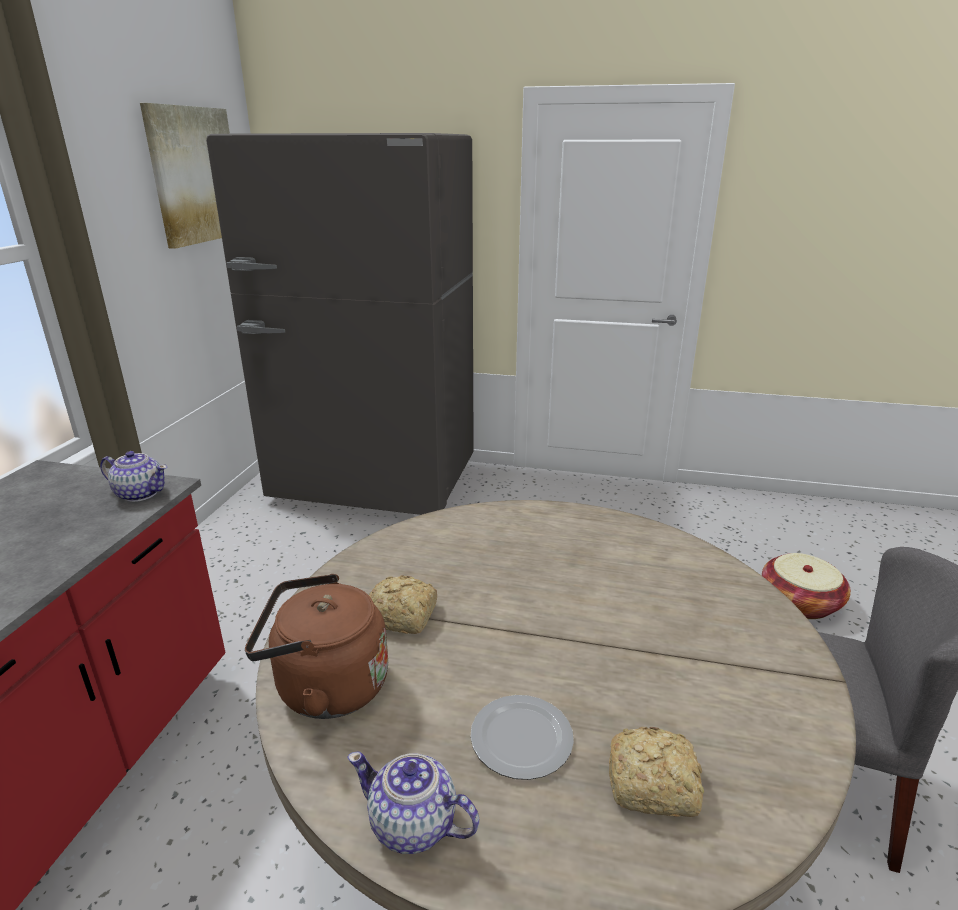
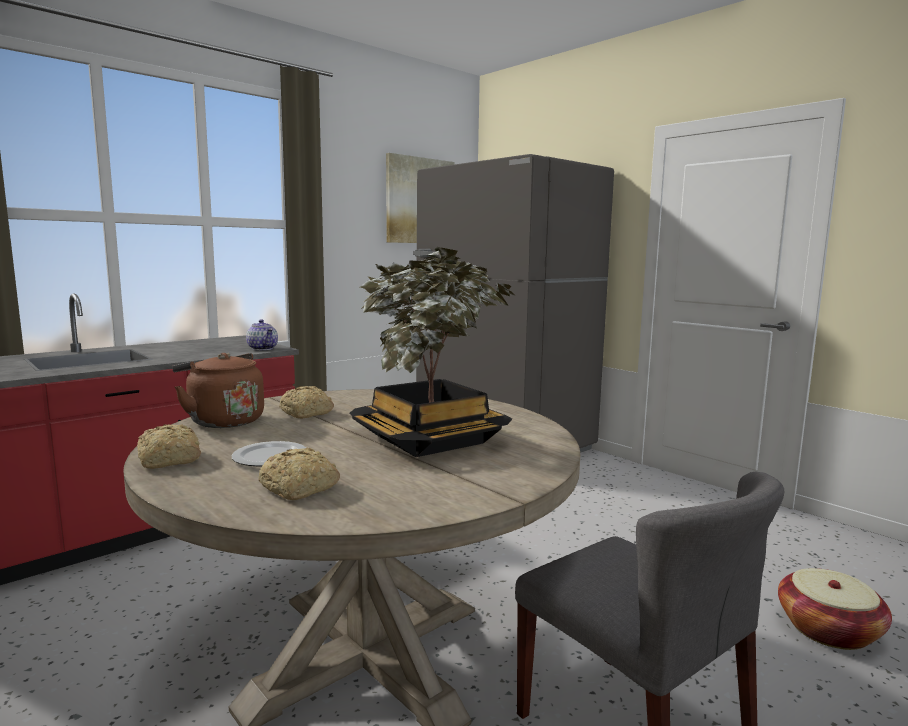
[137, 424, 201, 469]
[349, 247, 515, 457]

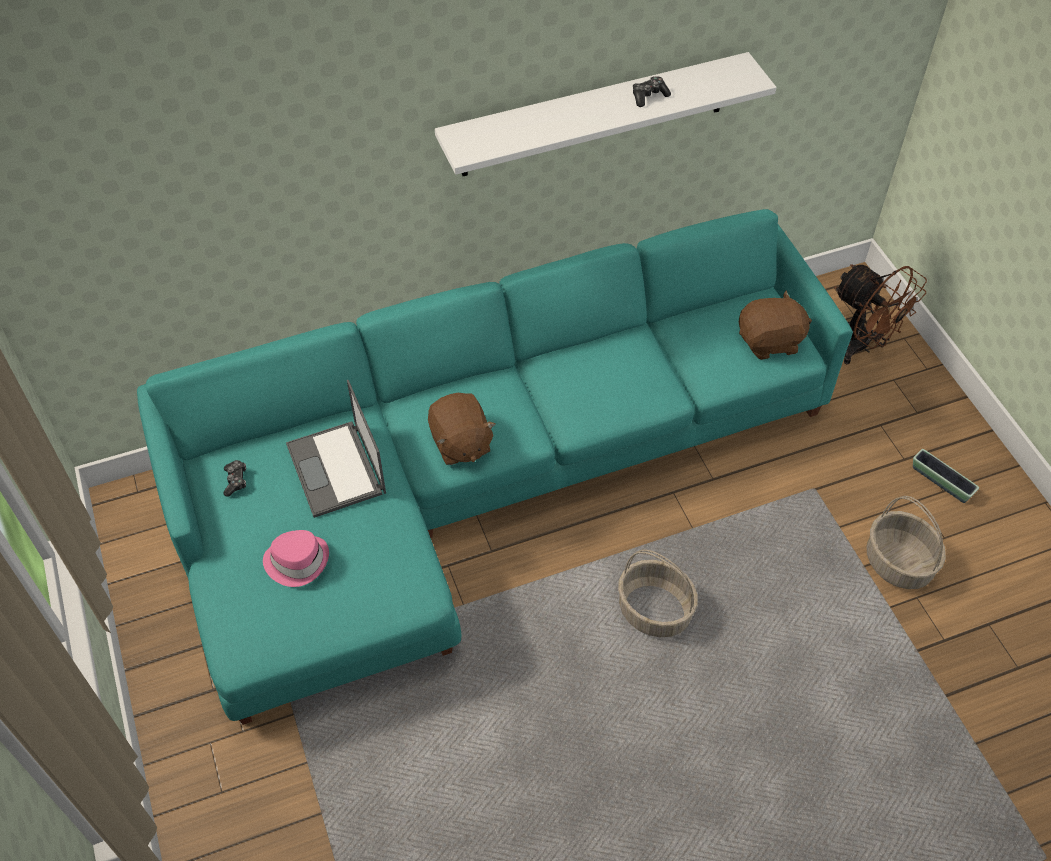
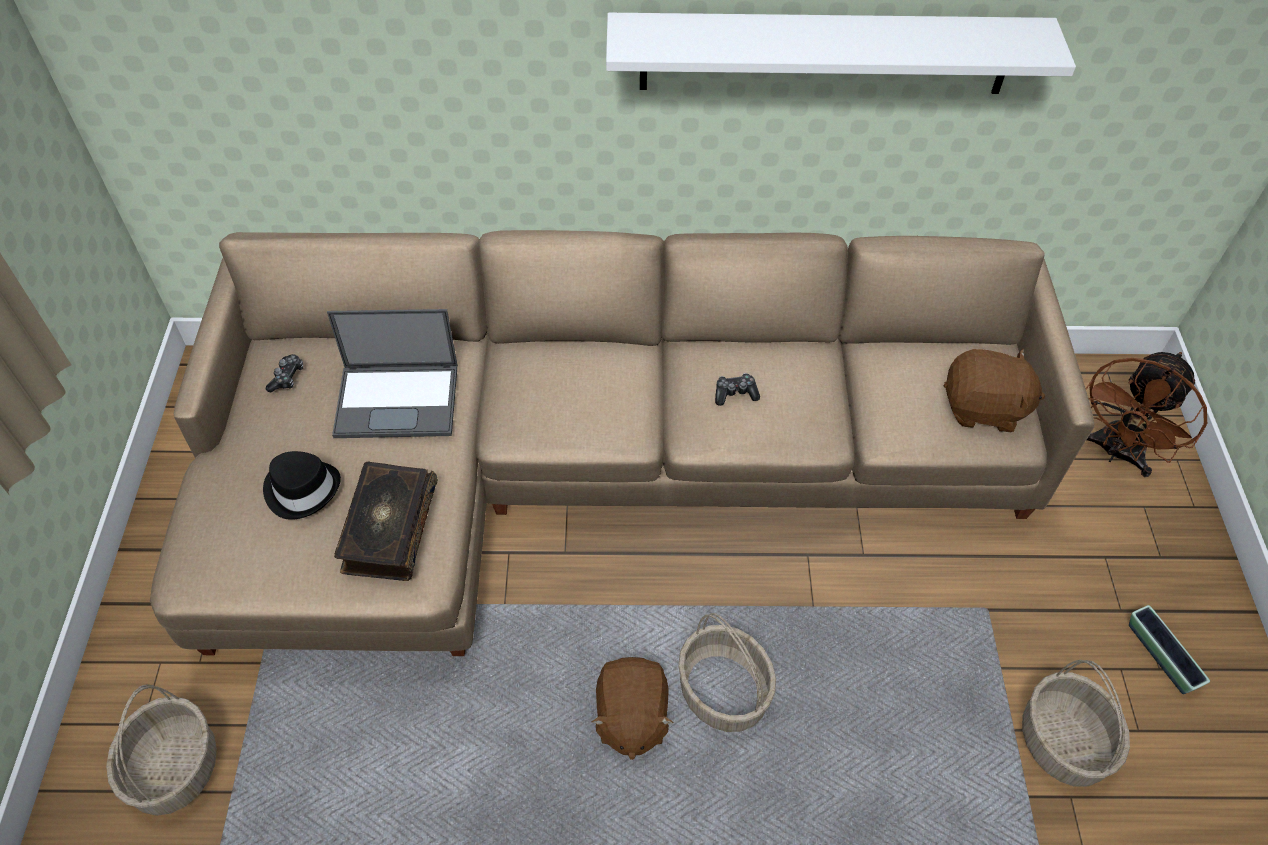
[715, 373, 760, 406]
[150, 230, 1095, 656]
[1086, 352, 1207, 477]
[327, 309, 458, 438]
[591, 657, 673, 760]
[263, 451, 341, 520]
[334, 462, 438, 581]
[106, 684, 217, 816]

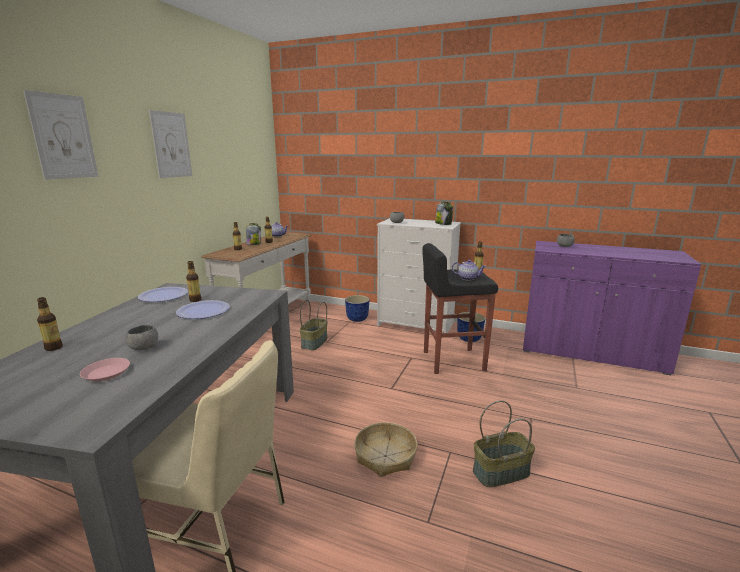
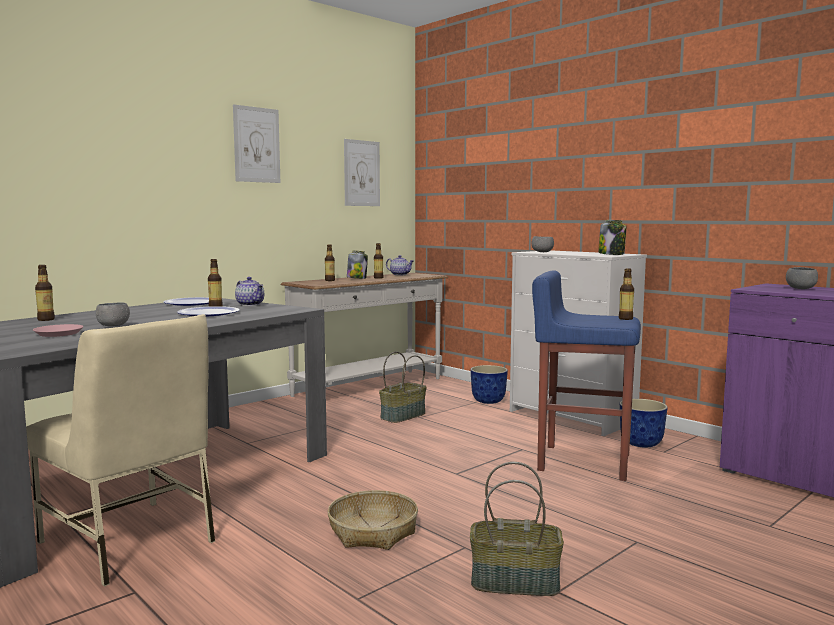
[344, 139, 380, 206]
[532, 270, 641, 481]
[235, 277, 264, 306]

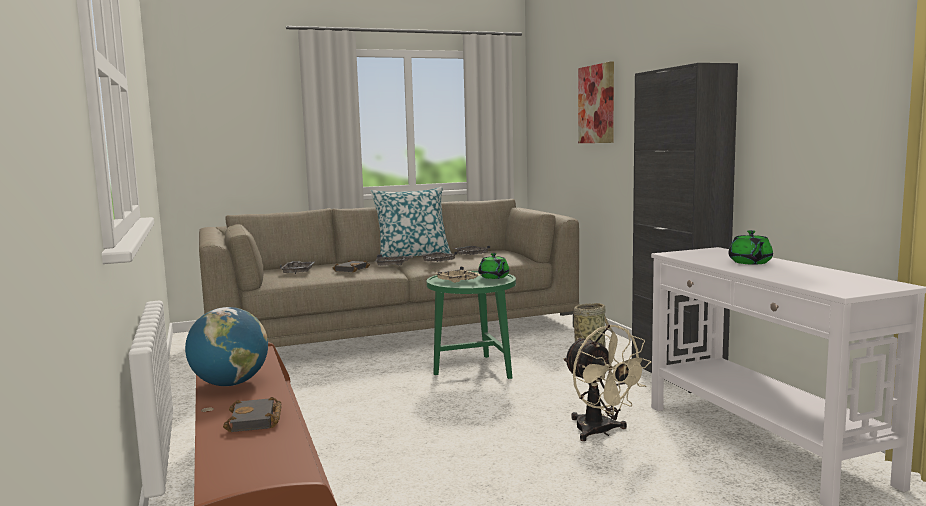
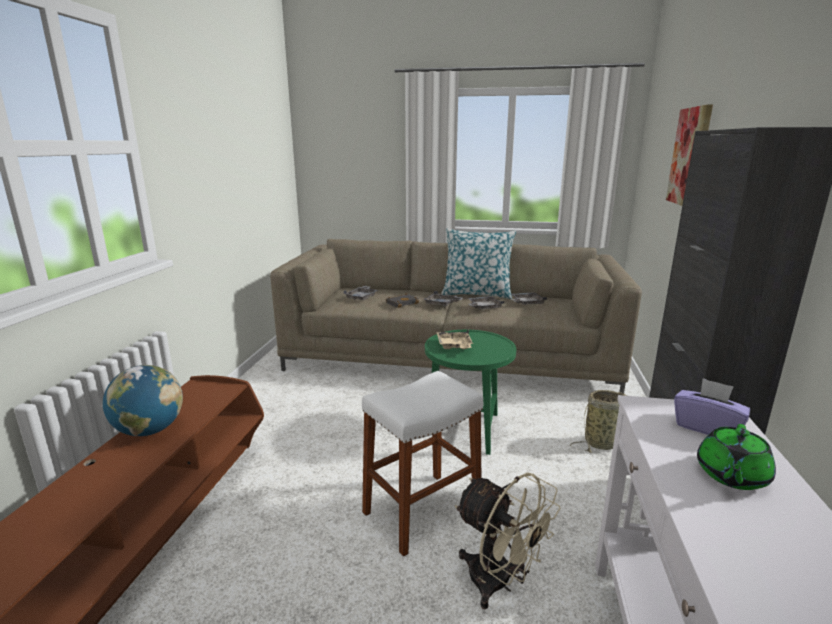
[478, 253, 509, 279] (first image)
[455, 473, 561, 610]
[223, 397, 282, 432] (first image)
[362, 371, 483, 557]
[674, 378, 750, 435]

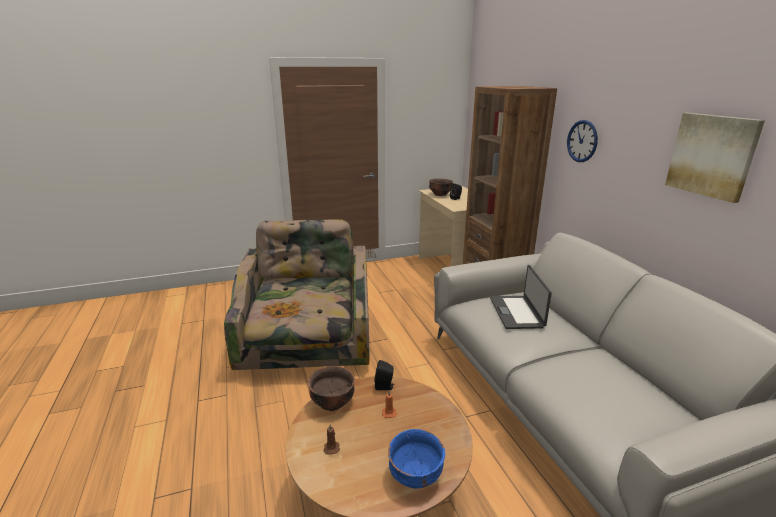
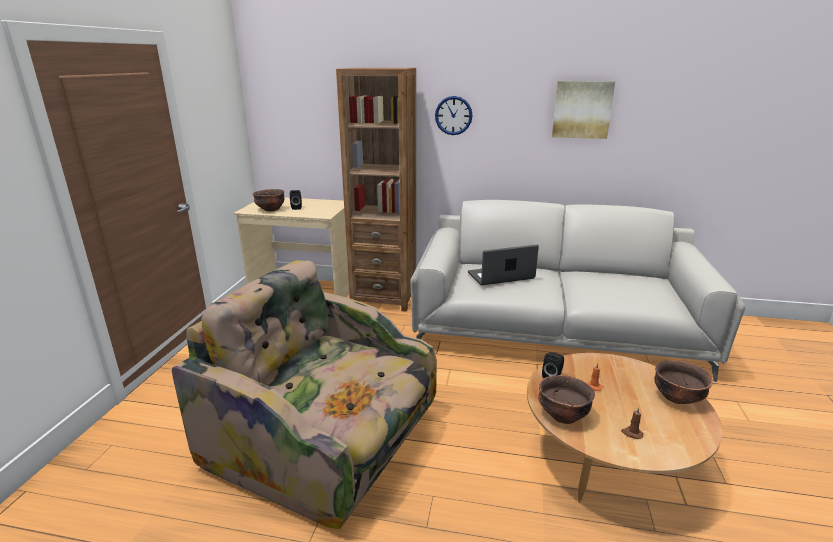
[468, 245, 539, 286]
[654, 360, 713, 404]

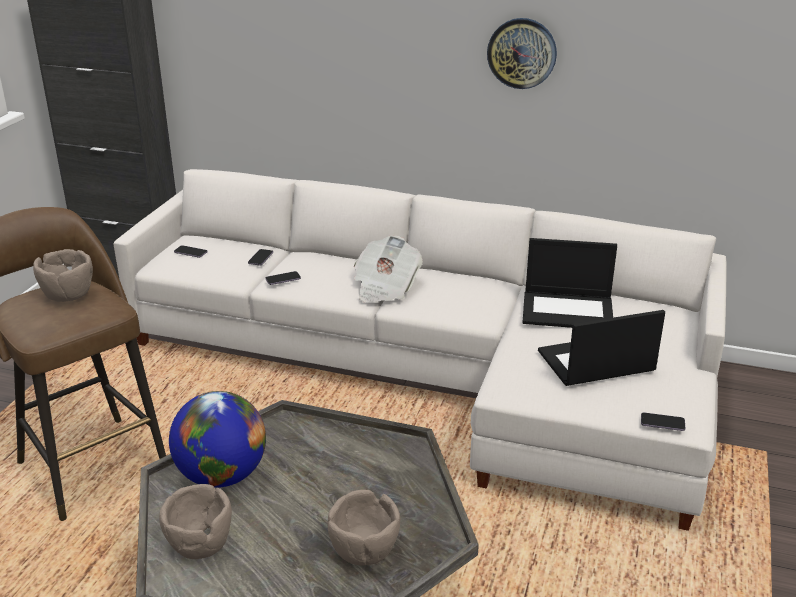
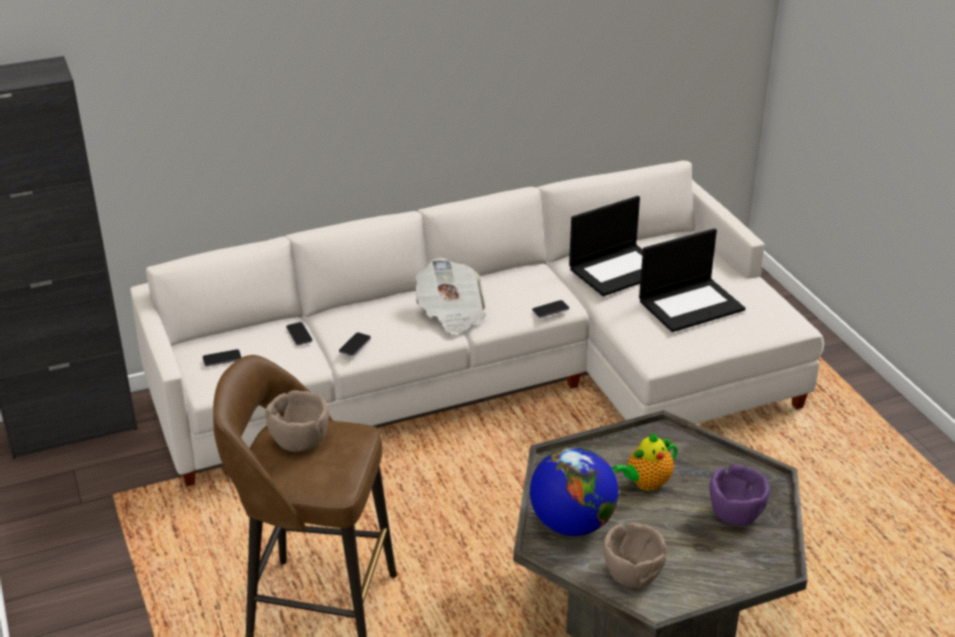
[487, 18, 557, 89] (first image)
[639, 228, 745, 332]
[532, 300, 569, 318]
[710, 464, 770, 526]
[612, 433, 677, 491]

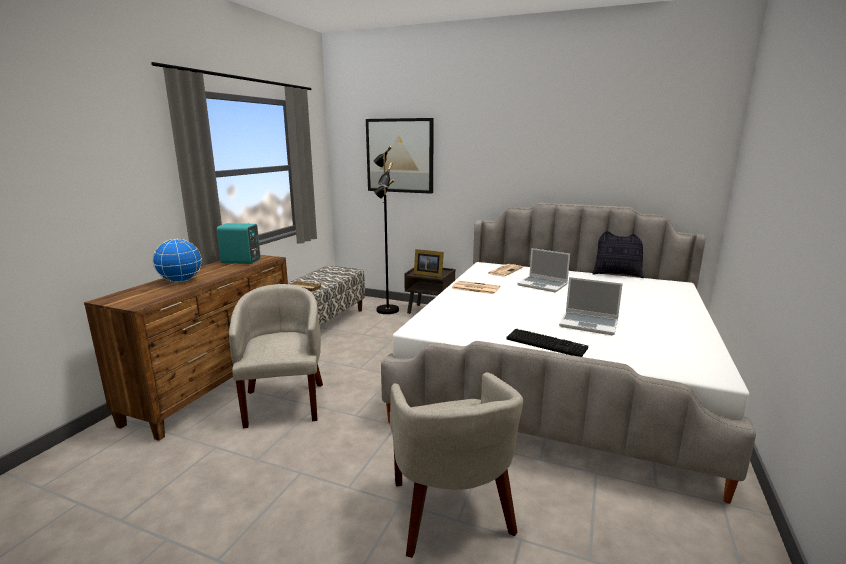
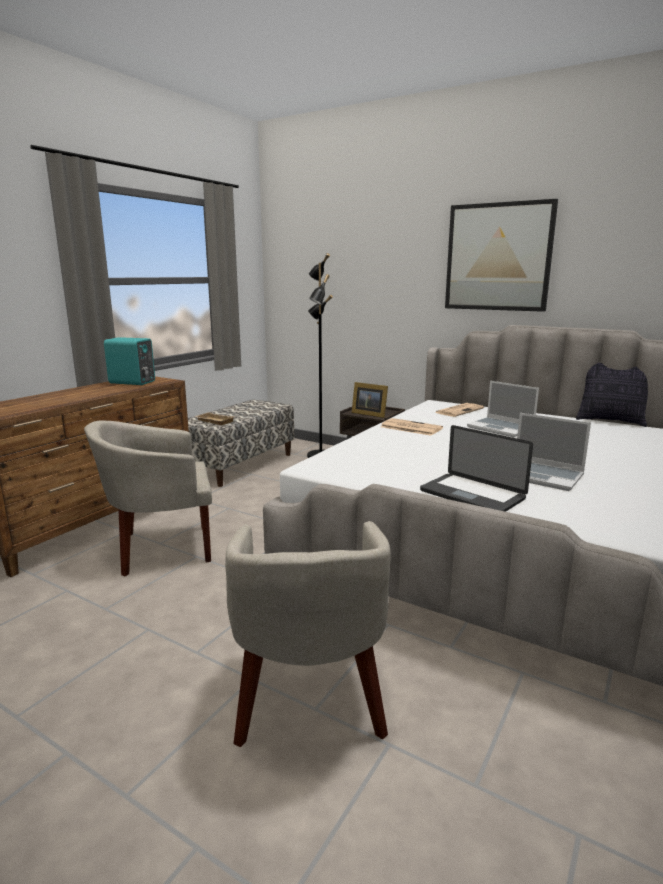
[445, 199, 558, 312]
[153, 239, 202, 282] (first image)
[84, 421, 212, 577]
[420, 425, 533, 512]

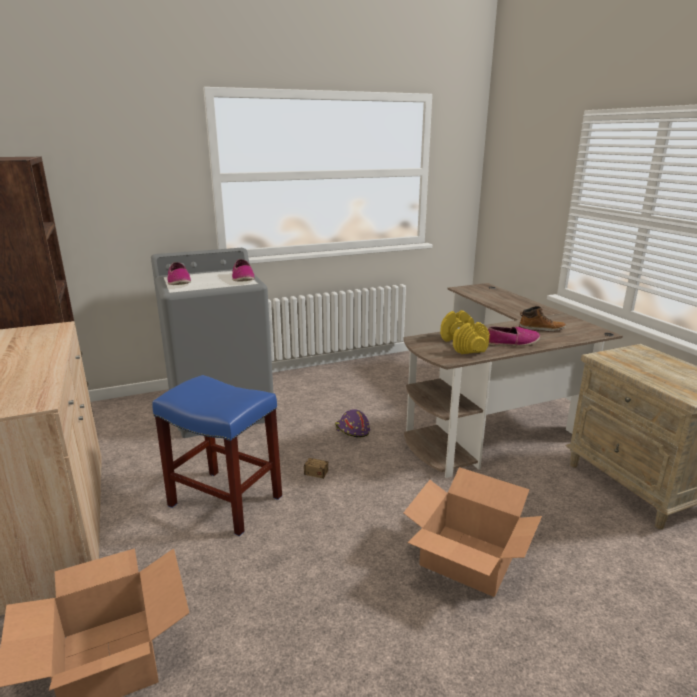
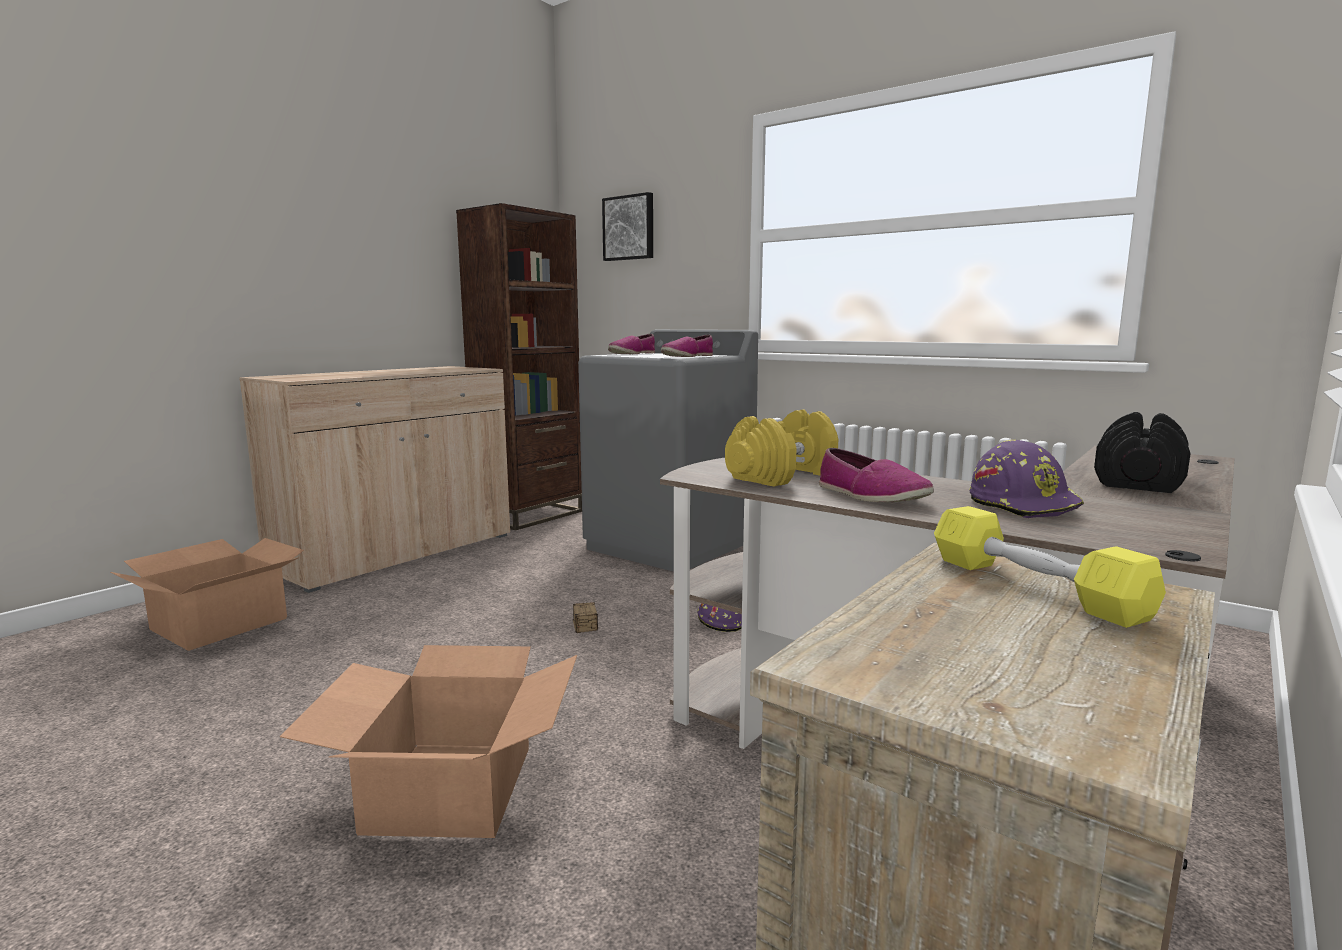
[969, 440, 1084, 518]
[152, 375, 282, 536] (first image)
[602, 192, 653, 261]
[1094, 412, 1190, 493]
[934, 506, 1166, 628]

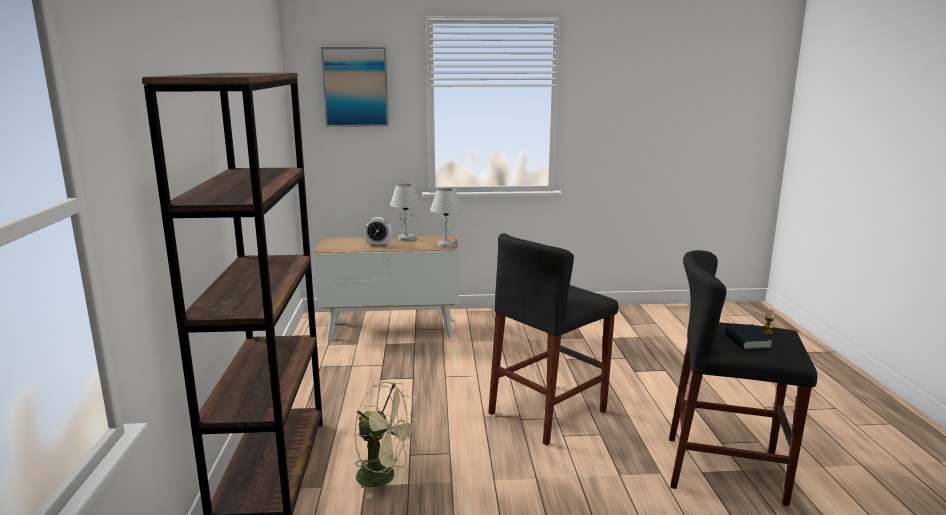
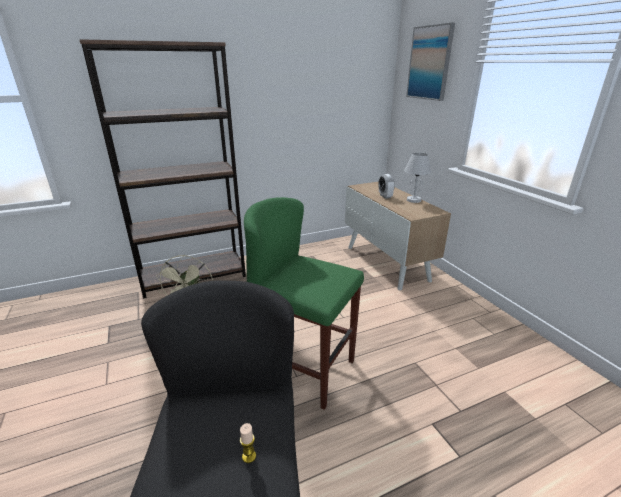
[430, 188, 462, 248] (first image)
[244, 197, 364, 410]
[725, 325, 773, 350] (first image)

